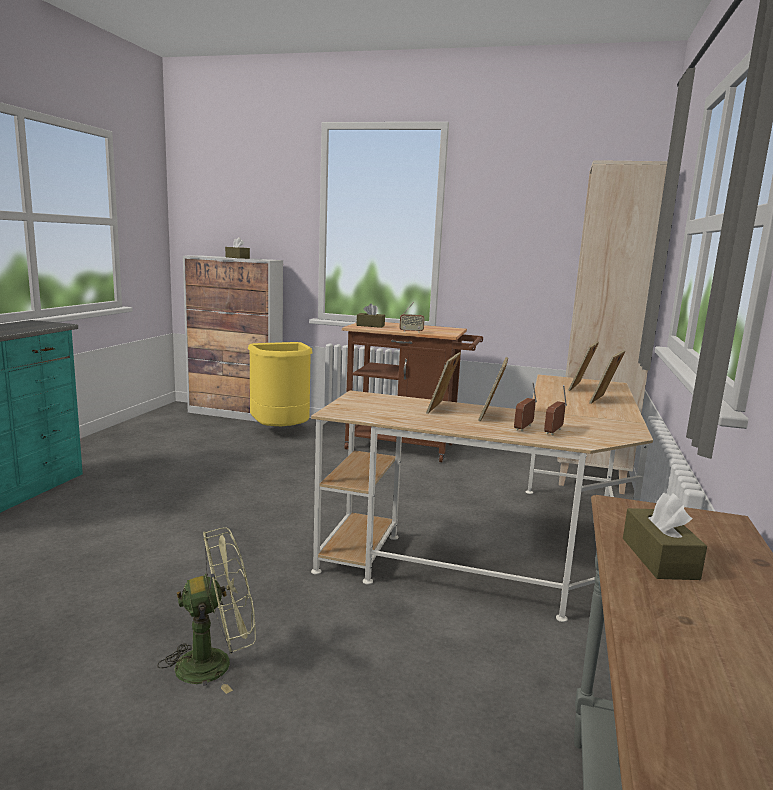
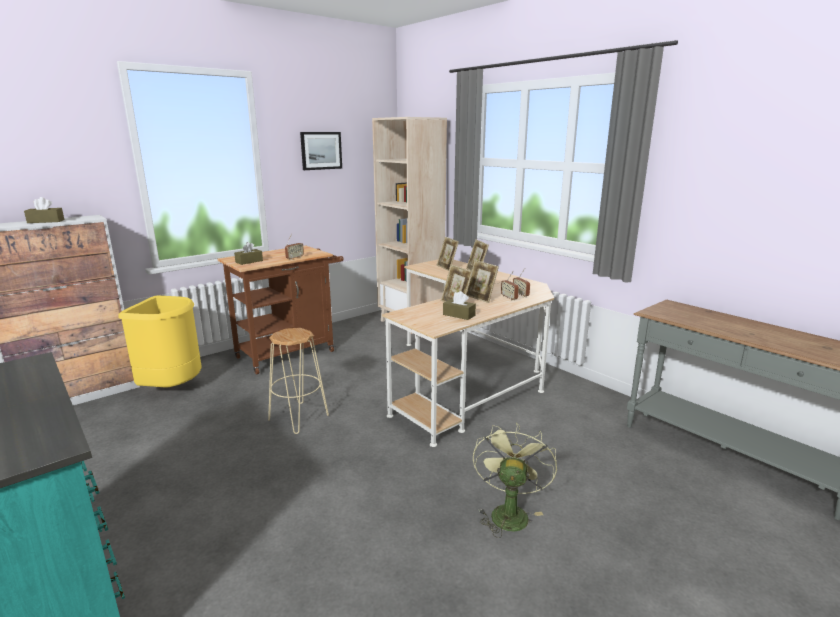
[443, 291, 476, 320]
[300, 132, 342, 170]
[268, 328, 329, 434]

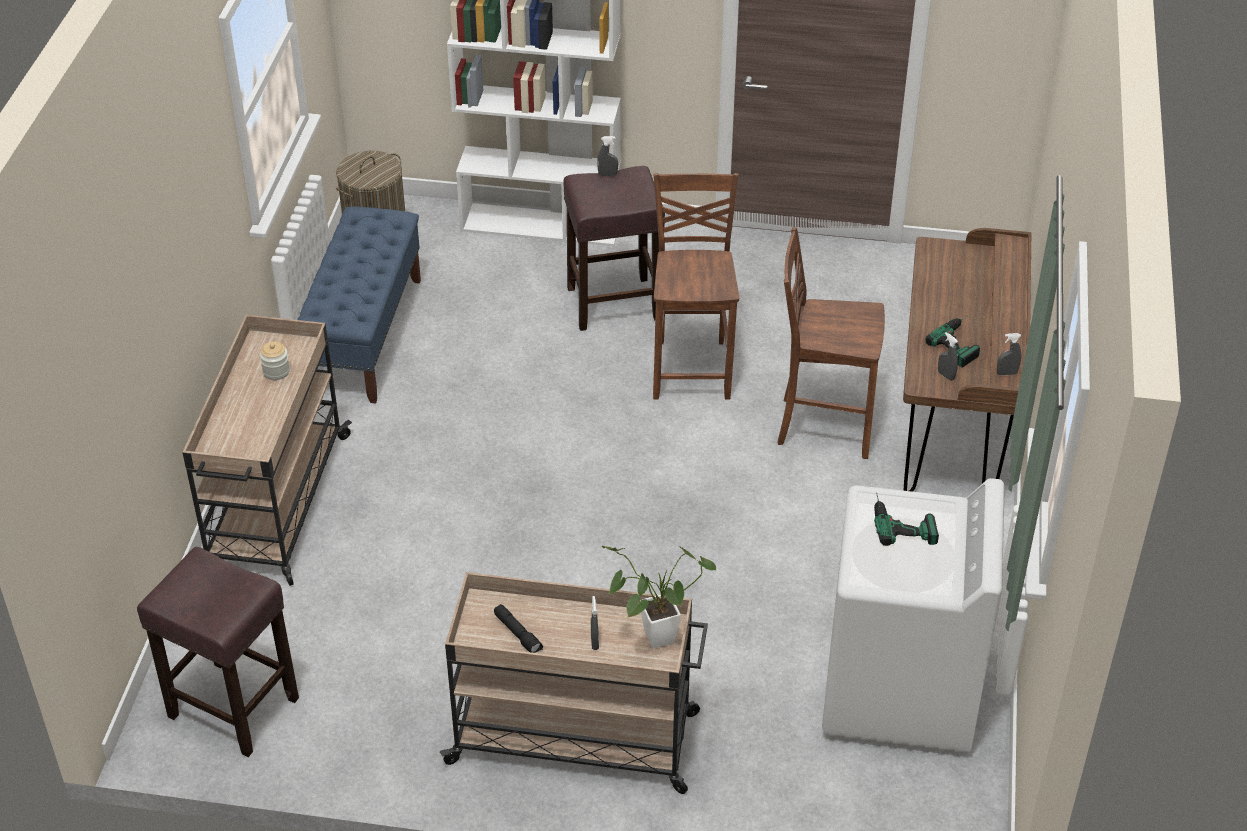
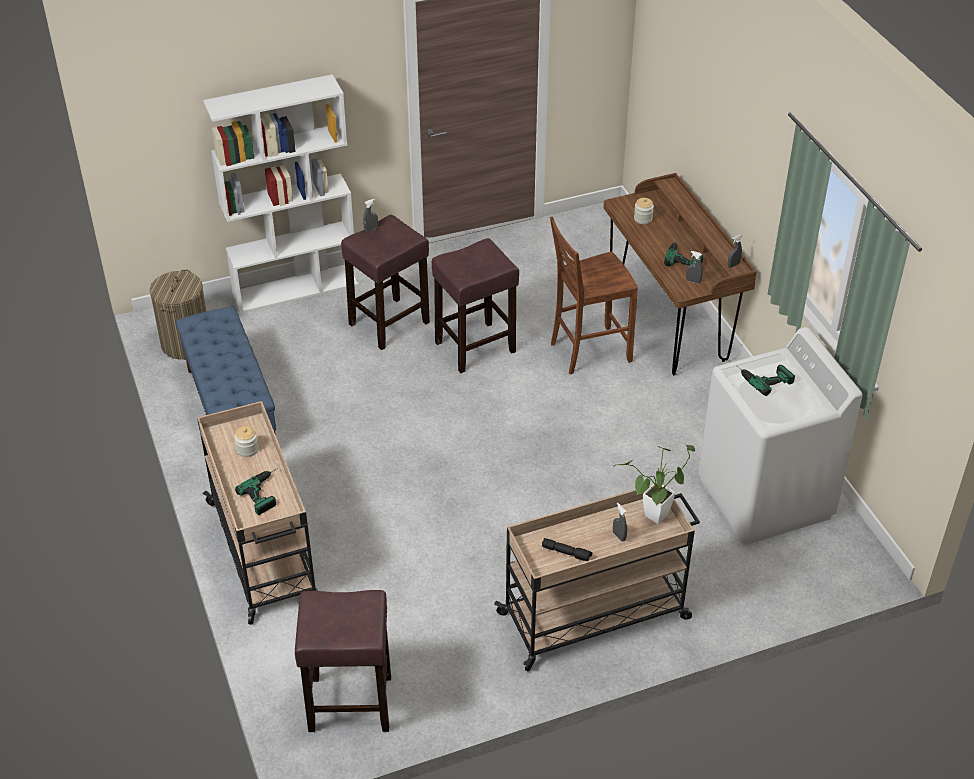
[432, 238, 519, 373]
[634, 198, 654, 224]
[235, 468, 278, 515]

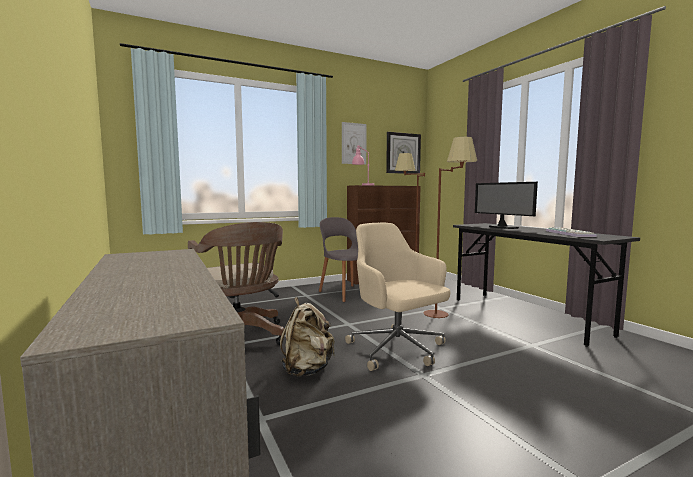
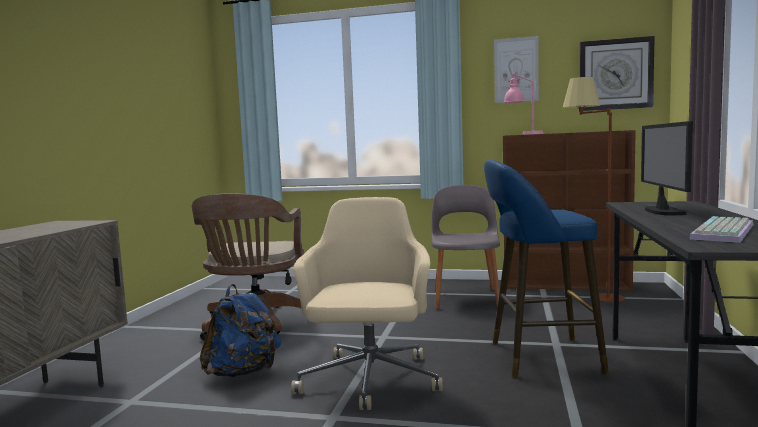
[484, 160, 609, 377]
[200, 284, 281, 378]

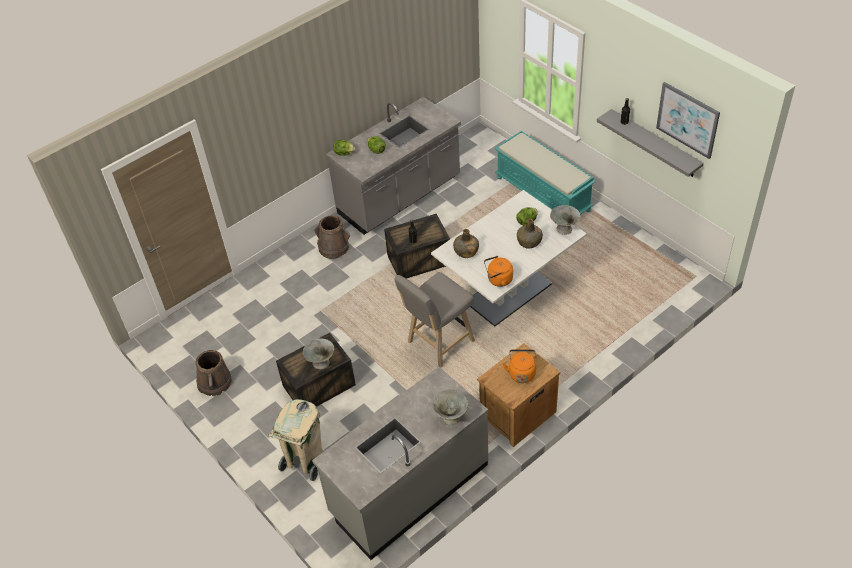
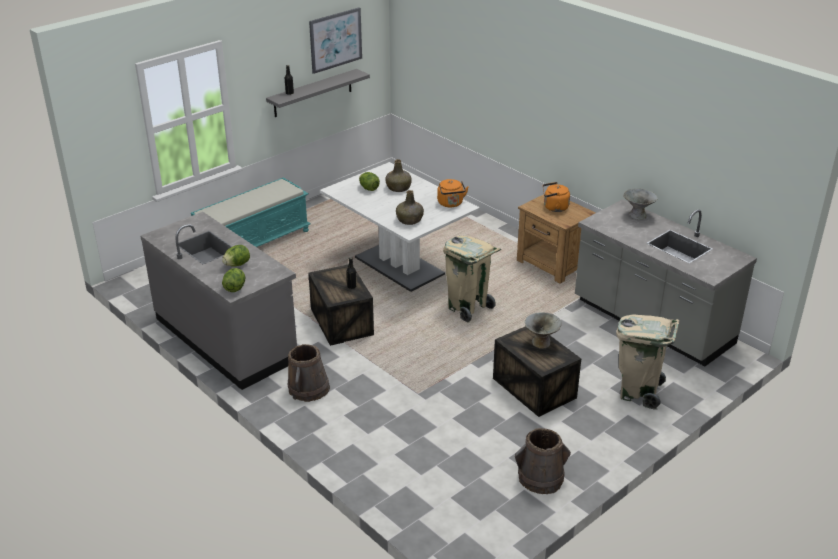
[550, 205, 581, 235] (first image)
[443, 236, 501, 322]

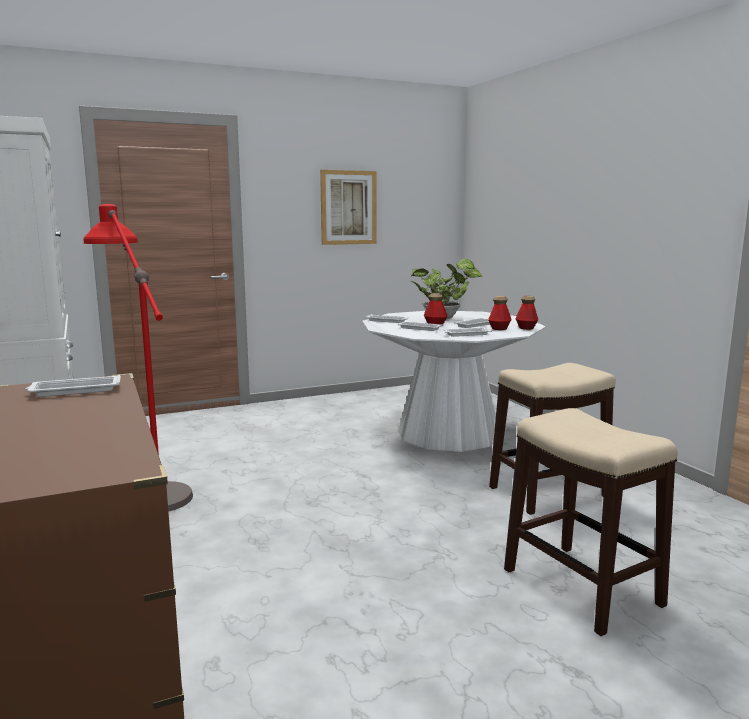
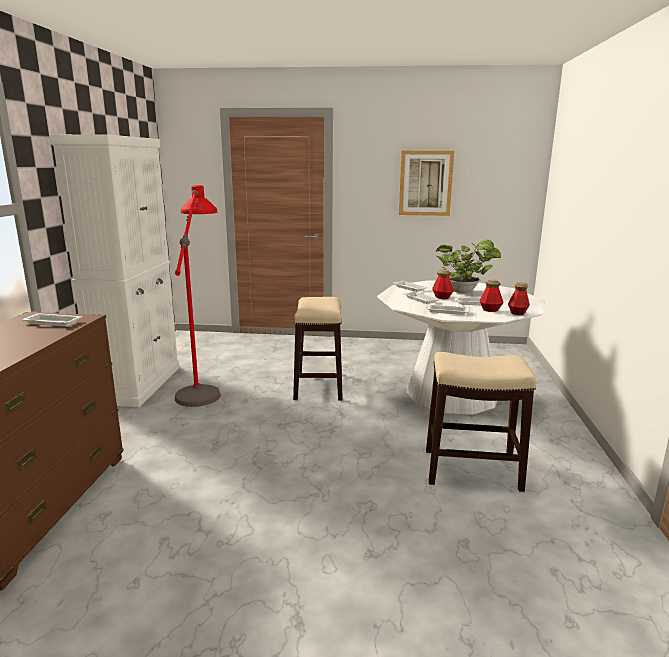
[293, 297, 343, 401]

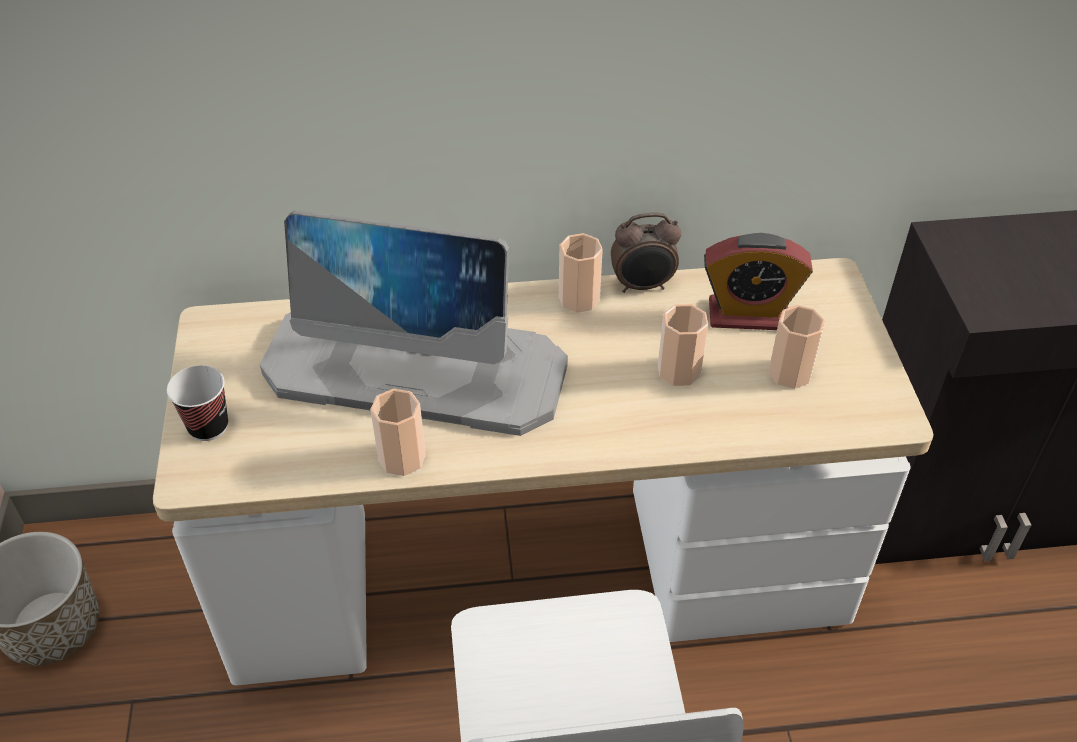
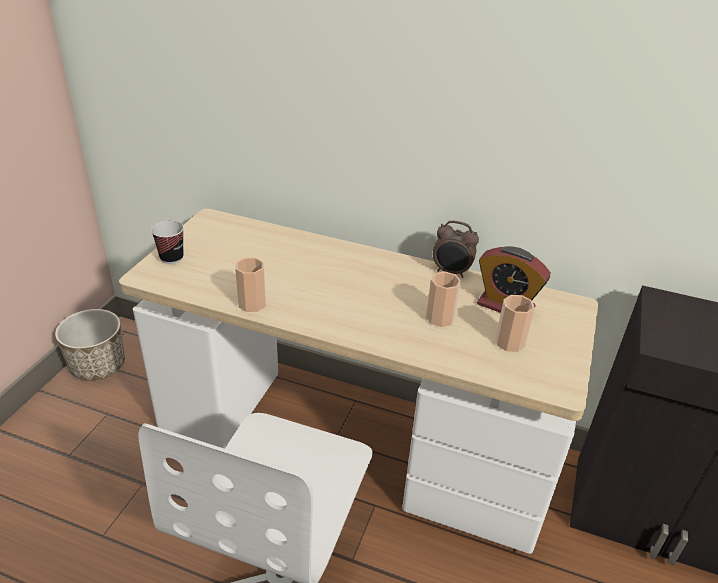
[260, 210, 568, 436] (first image)
[559, 233, 603, 313] (first image)

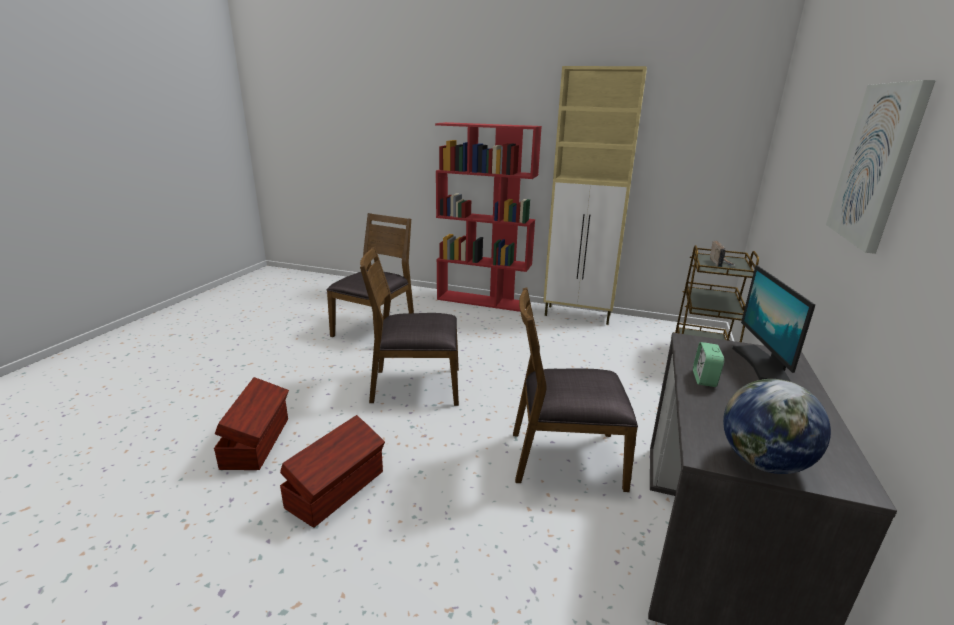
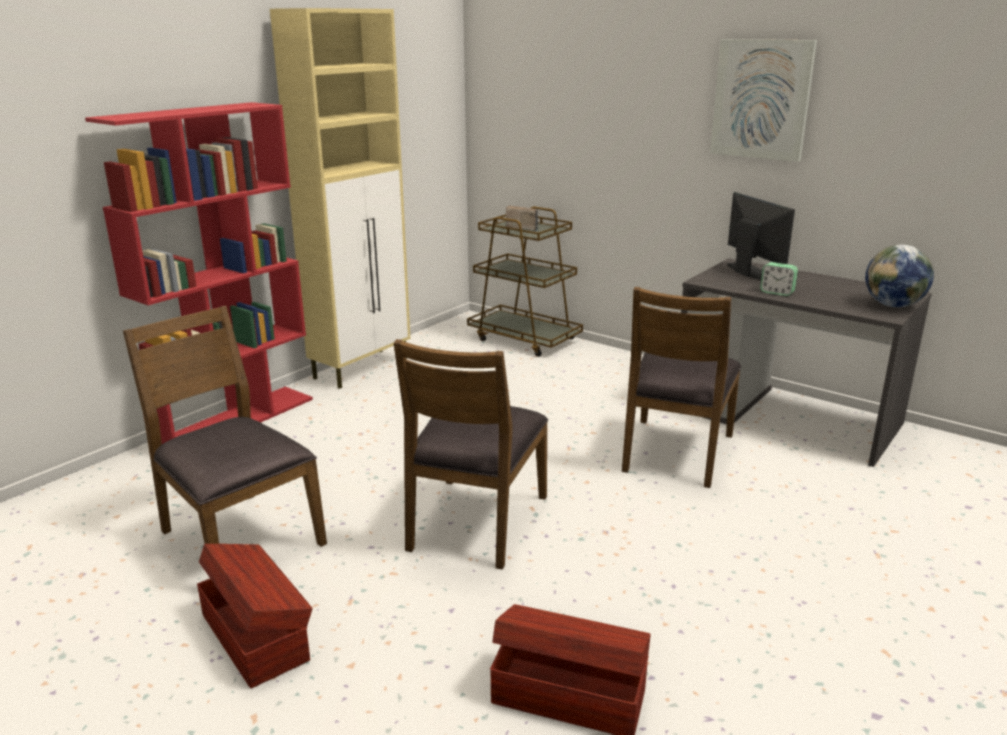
[727, 192, 795, 280]
[197, 544, 313, 689]

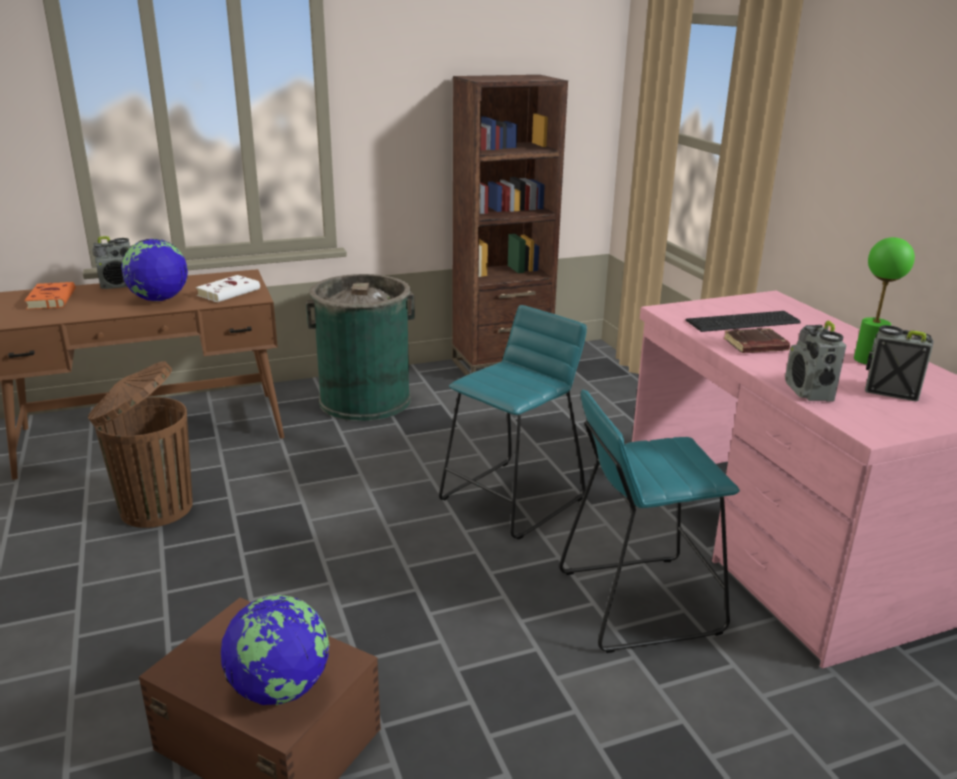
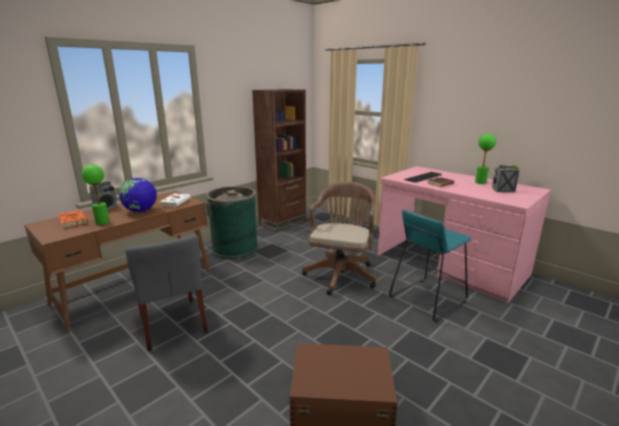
[302, 182, 377, 295]
[785, 320, 846, 401] (first image)
[125, 234, 208, 351]
[221, 595, 330, 705] (first image)
[82, 165, 110, 225]

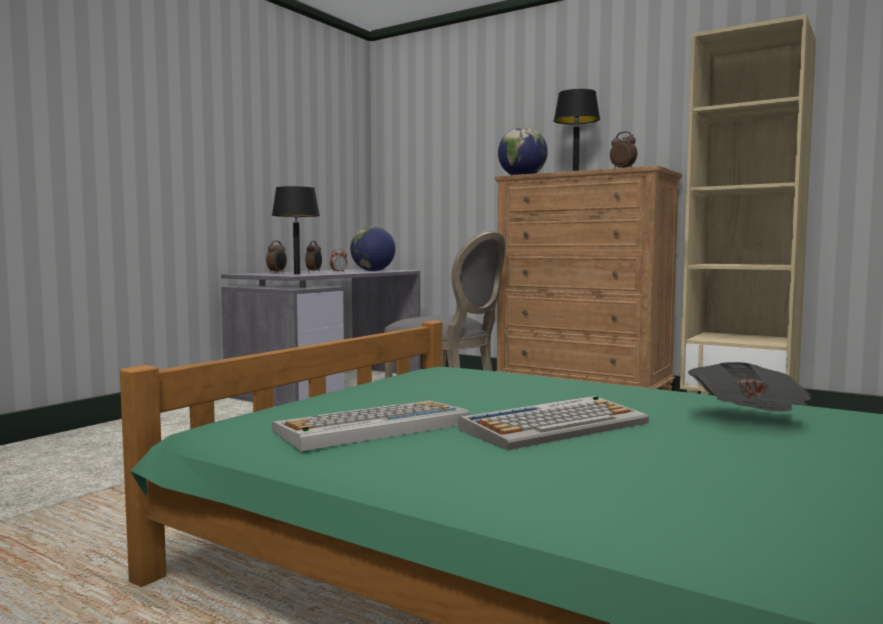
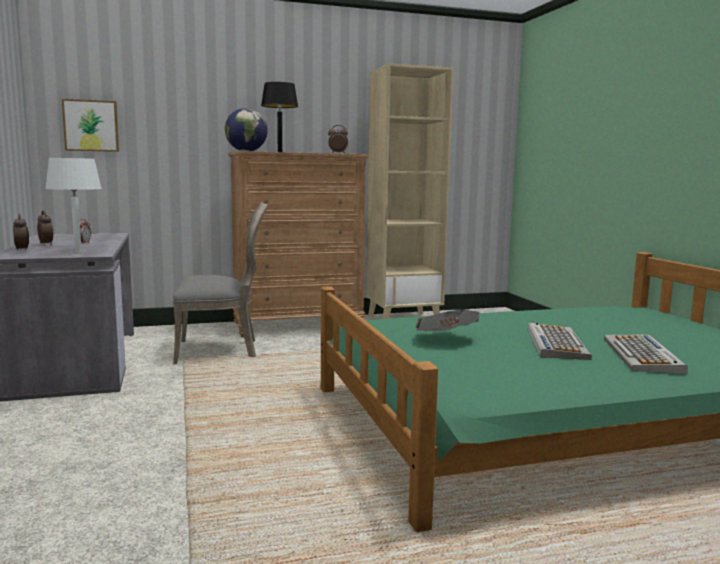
[45, 158, 102, 252]
[350, 226, 395, 271] (first image)
[415, 309, 479, 331]
[604, 334, 688, 374]
[62, 99, 119, 152]

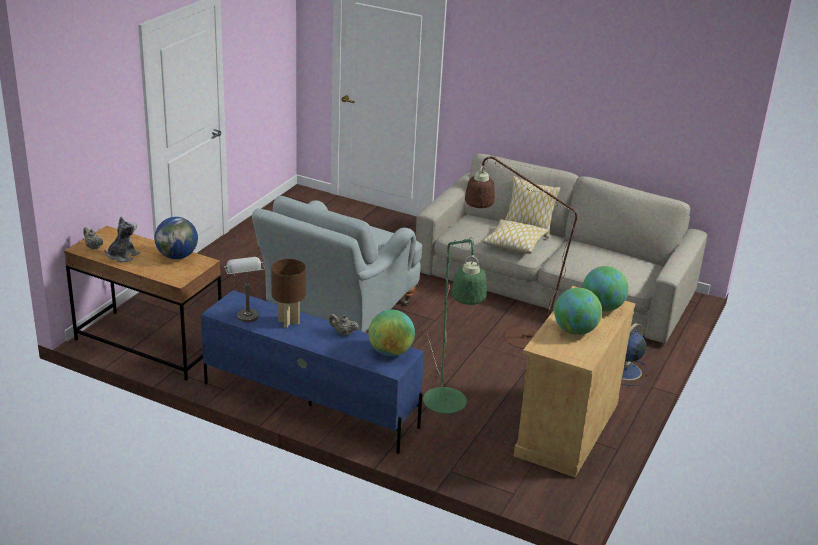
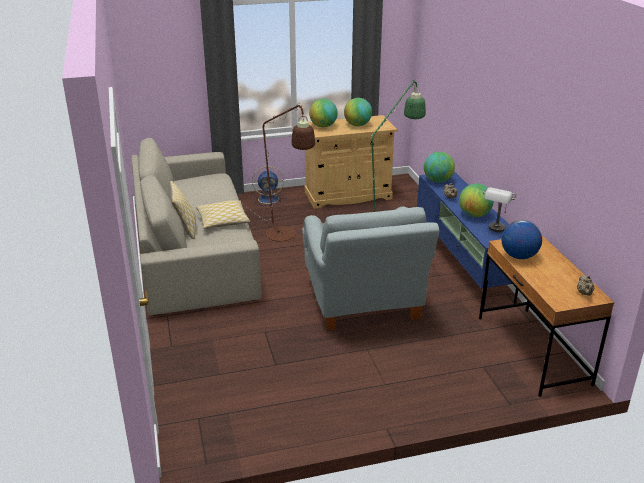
[302, 206, 439, 330]
[104, 217, 140, 262] (first image)
[459, 183, 494, 217]

